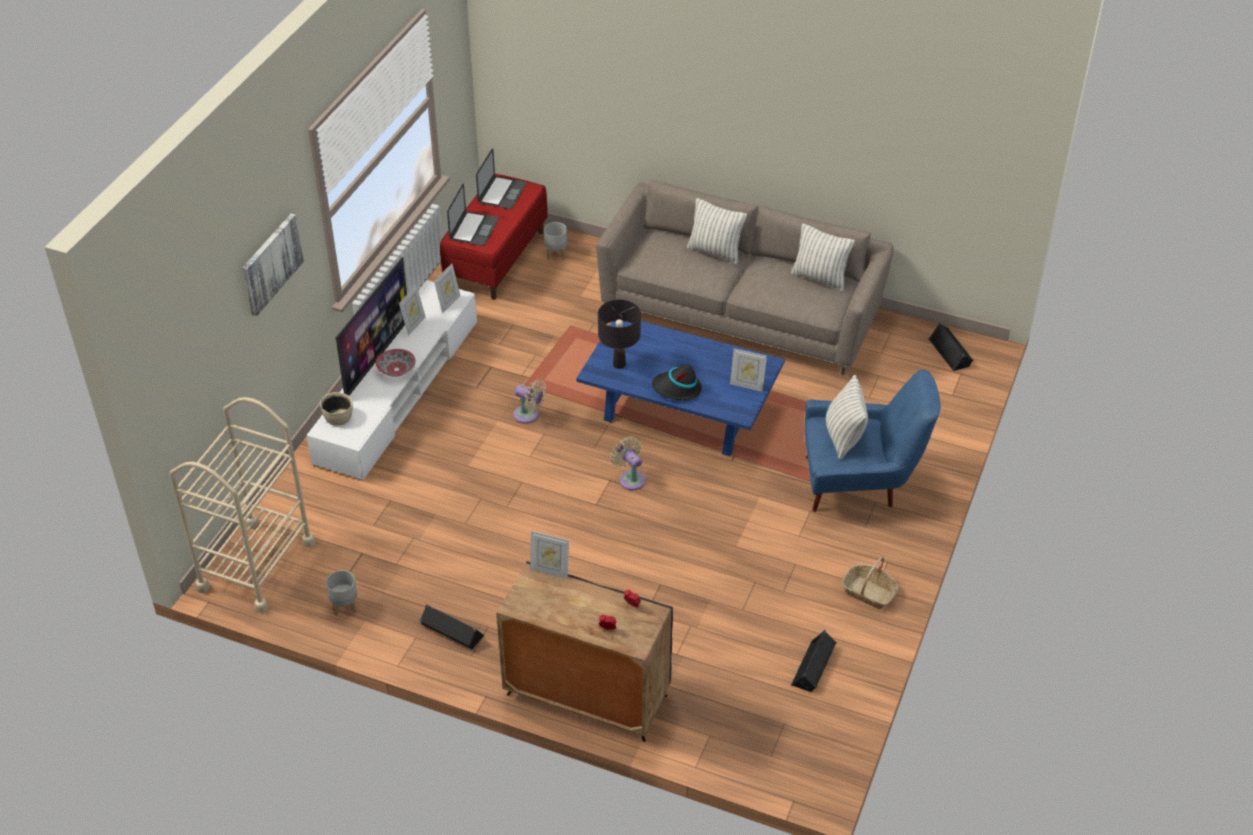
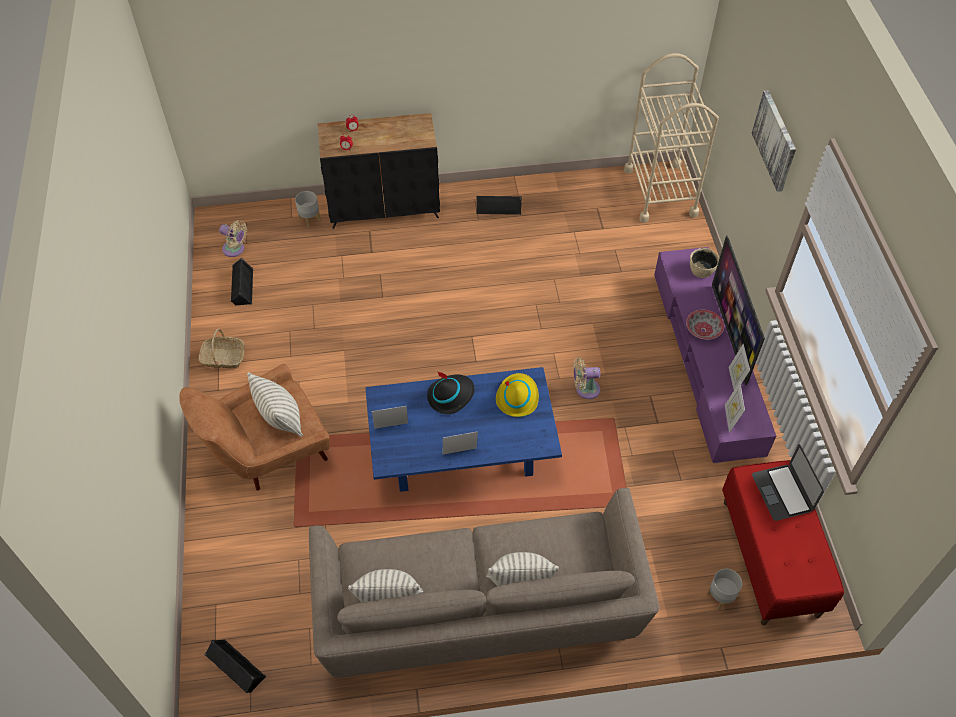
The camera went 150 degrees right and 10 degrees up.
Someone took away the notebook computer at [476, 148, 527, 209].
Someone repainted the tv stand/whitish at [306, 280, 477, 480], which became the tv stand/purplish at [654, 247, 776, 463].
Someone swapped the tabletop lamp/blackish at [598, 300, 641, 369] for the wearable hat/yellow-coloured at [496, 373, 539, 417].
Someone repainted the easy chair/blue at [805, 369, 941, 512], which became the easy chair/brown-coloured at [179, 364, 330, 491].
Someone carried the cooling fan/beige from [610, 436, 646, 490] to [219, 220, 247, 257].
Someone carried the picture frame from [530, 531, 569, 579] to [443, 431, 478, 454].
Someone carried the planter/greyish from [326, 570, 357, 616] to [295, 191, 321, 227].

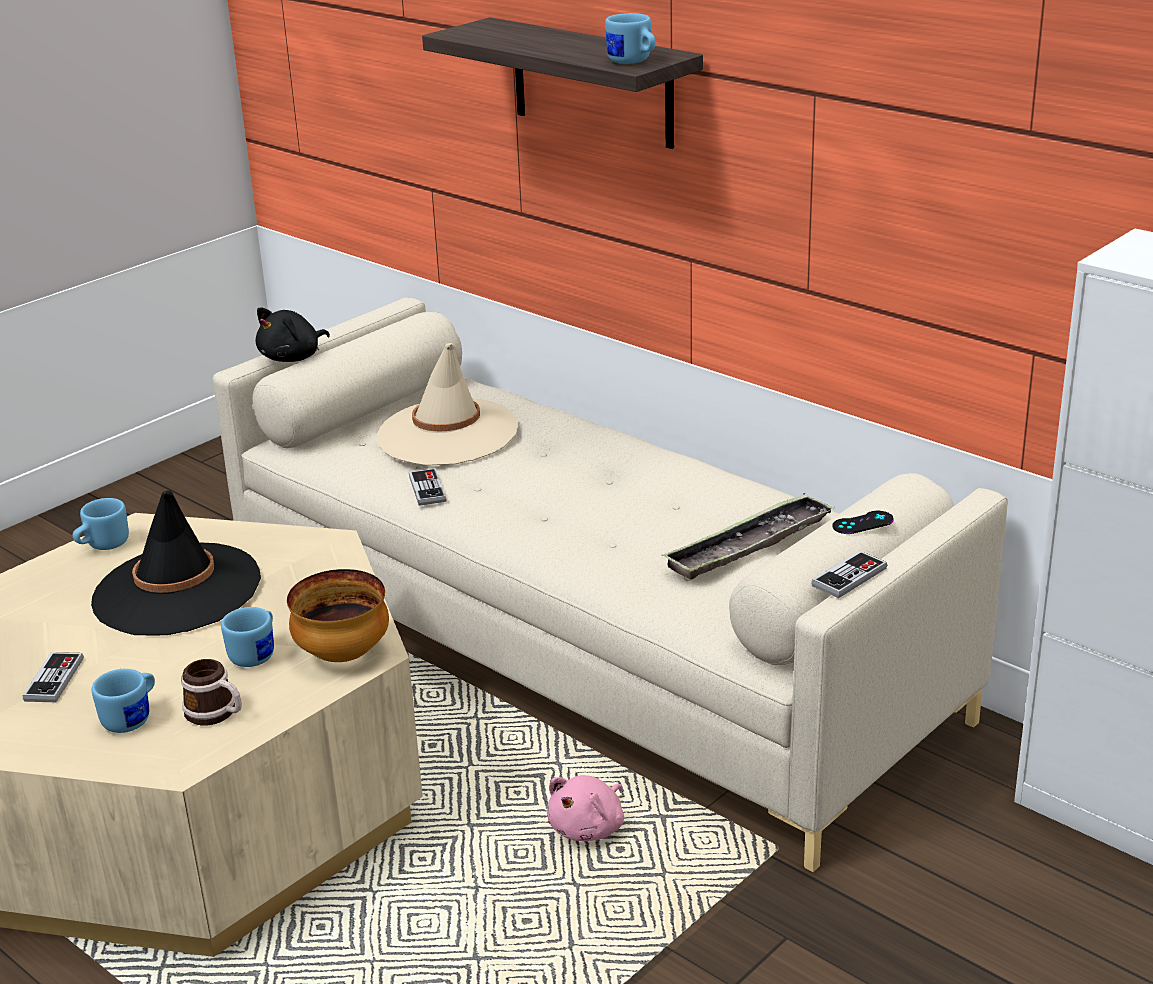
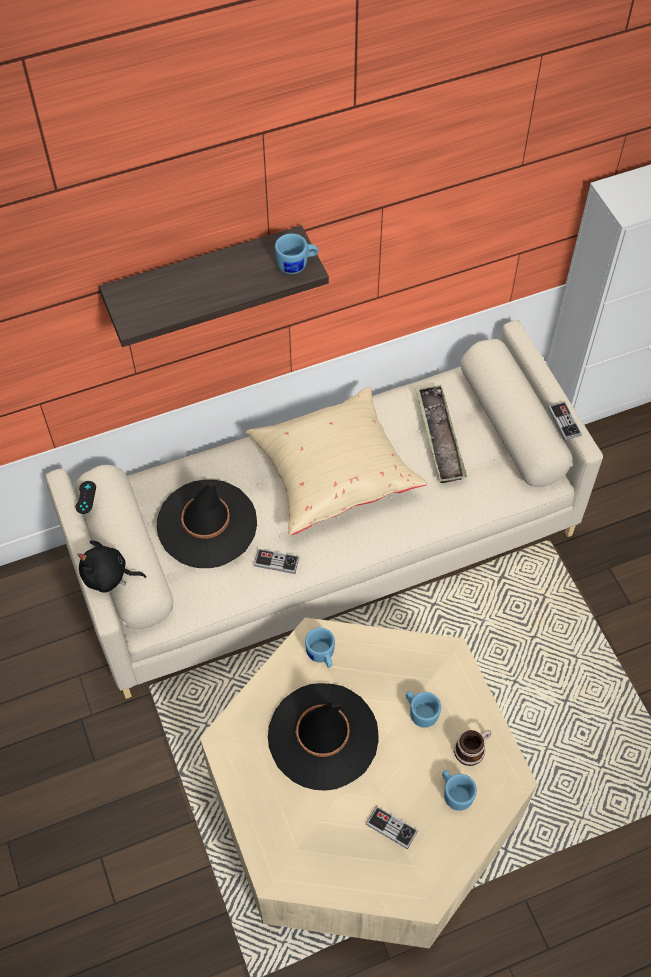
The camera went 65 degrees left and 30 degrees up.
Someone rotated the plush toy/blackish at [256, 307, 330, 362] by 120 degrees clockwise.
Someone repainted the wearable hat/beige at [377, 343, 518, 466], which became the wearable hat/blackish at [156, 480, 257, 568].
Someone carried the tea mug/blue from [73, 498, 129, 550] to [305, 627, 335, 668].
Someone carried the gamepad/blackish from [832, 511, 894, 534] to [76, 481, 96, 514].
Someone took away the deep dish at [287, 569, 389, 662].
Someone took away the plush toy/pink at [547, 775, 624, 841].
Someone put down the throw pillow/beige at [246, 387, 427, 535].

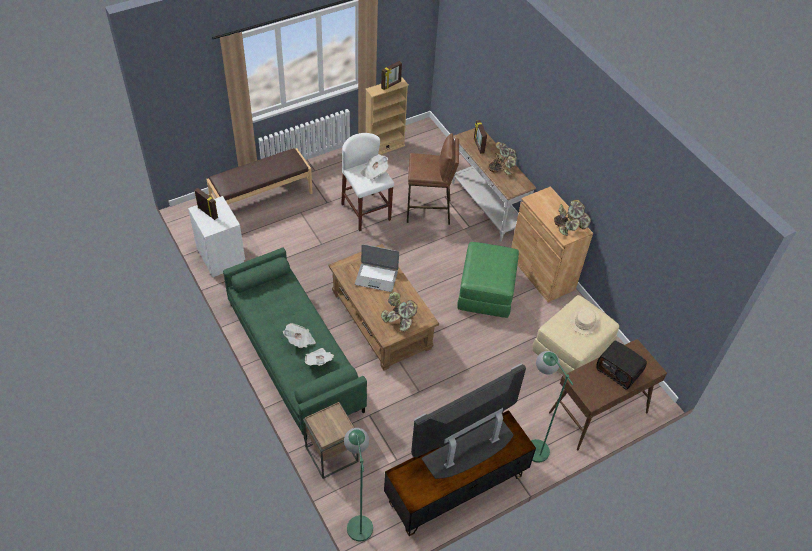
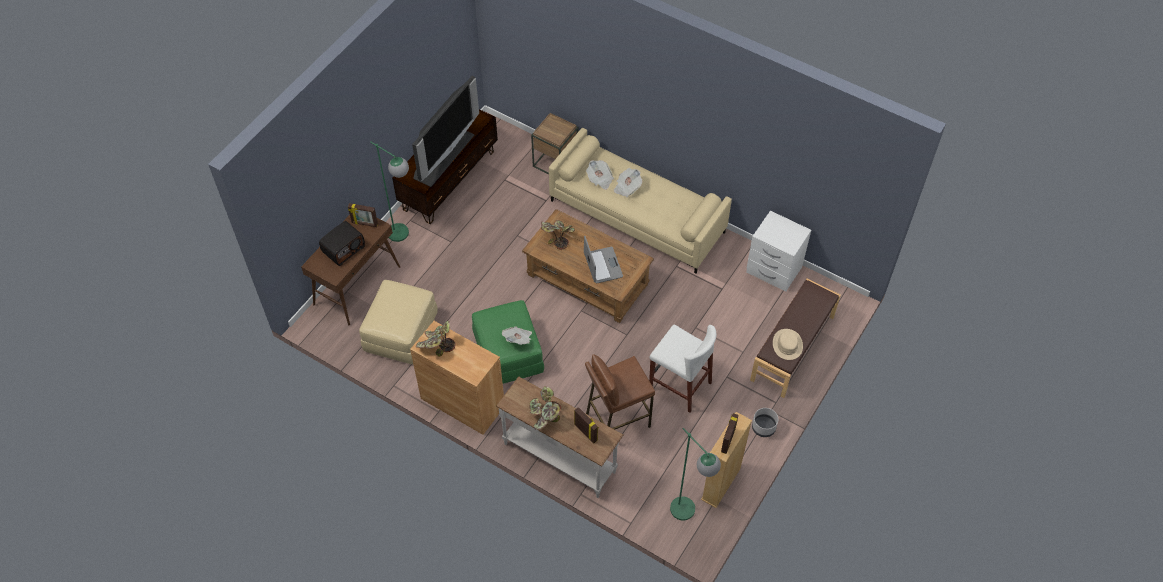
The camera went 155 degrees right and 5 degrees up.
Someone carried the printed paper from [361, 154, 388, 180] to [502, 326, 532, 345].
Someone carried the picture frame from [194, 188, 218, 220] to [348, 203, 378, 227].
Someone rotated the notebook computer at [355, 244, 399, 292] by 90 degrees clockwise.
Someone repainted the couch/greenish at [223, 247, 367, 440], which became the couch/beige at [549, 128, 732, 274].
Someone carried the wearable hat/beige from [570, 307, 601, 335] to [773, 329, 803, 360].
Someone rotated the radio receiver at [596, 341, 647, 390] by 120 degrees clockwise.
Someone carried the floor lamp/greenish from [344, 428, 373, 541] to [670, 428, 721, 520].
Someone put down the planter/greyish at [752, 408, 778, 437].

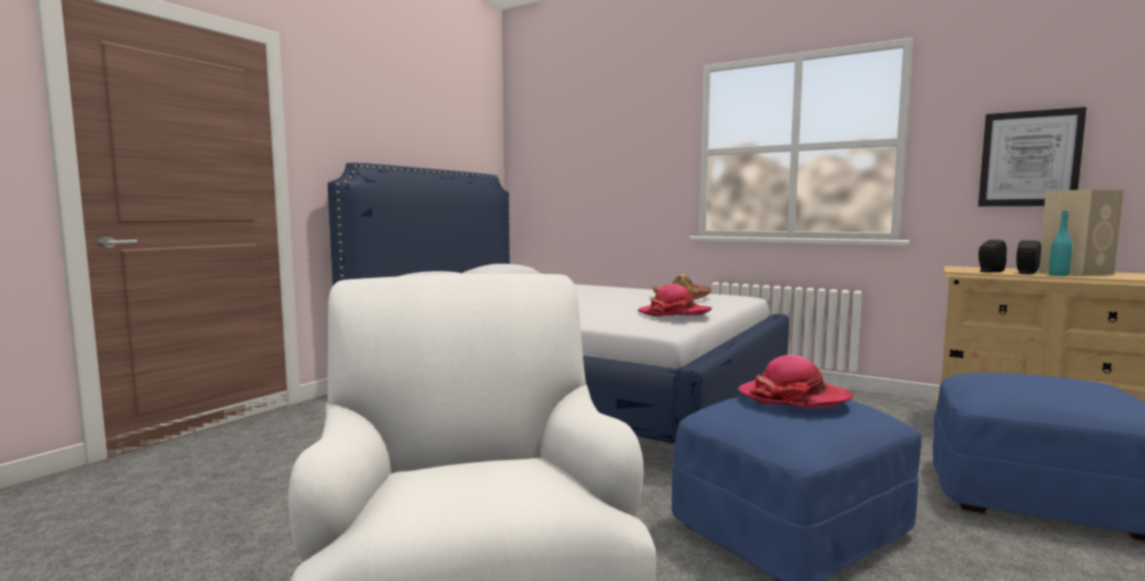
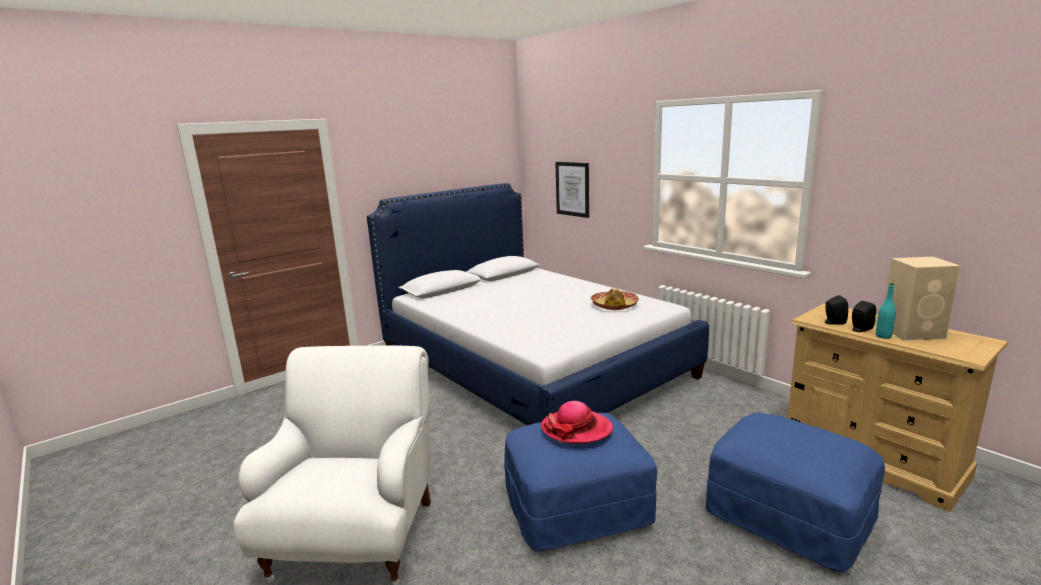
The camera went 20 degrees right and 10 degrees up.
Someone carried the wall picture from [978, 107, 1087, 206] to [555, 162, 589, 218].
Someone took away the wearable hat at [638, 284, 712, 317].

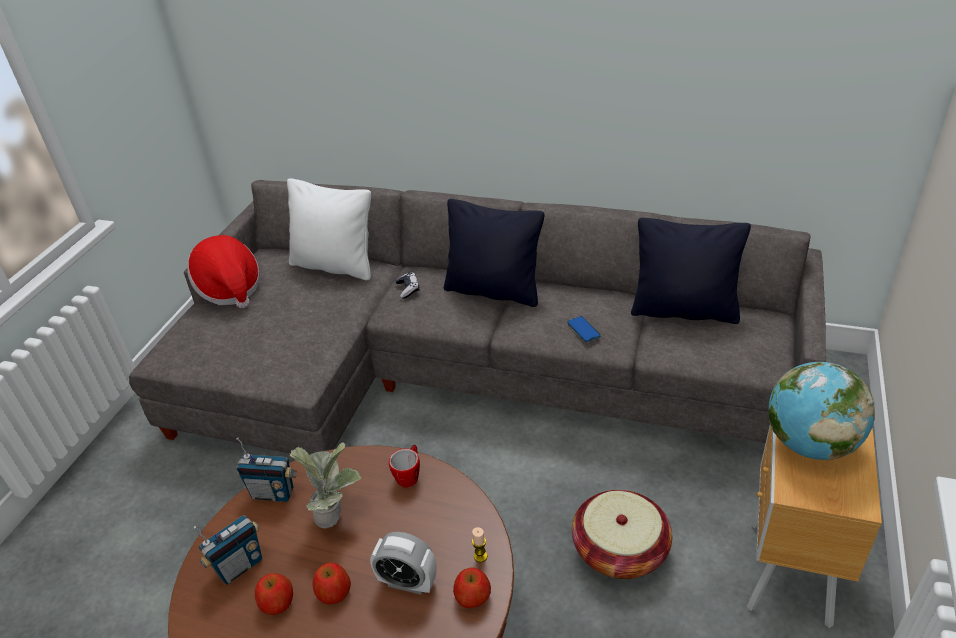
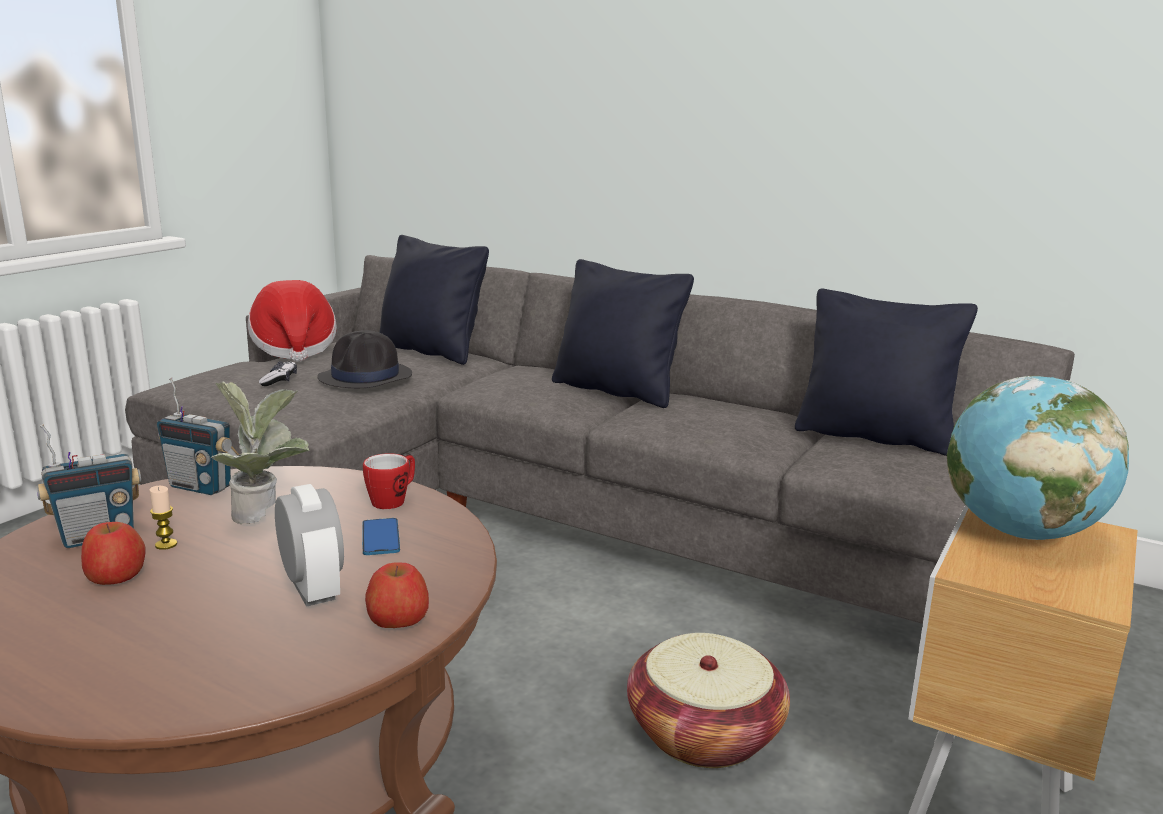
The camera went 10 degrees right and 20 degrees down.
Someone repainted the throw pillow/whitish at [287, 178, 371, 281], which became the throw pillow/blackish at [379, 235, 489, 365].
Someone carried the gamepad from [396, 272, 419, 299] to [259, 361, 297, 386].
Someone carried the phone from [567, 316, 601, 342] to [362, 518, 400, 555].
Someone carried the candle from [472, 527, 487, 562] to [150, 486, 177, 550].
Someone rotated the table clock at [370, 532, 437, 594] by 150 degrees counterclockwise.
Someone took away the apple at [313, 562, 351, 604].
Someone put down the wearable hat/blackish at [317, 330, 412, 388].

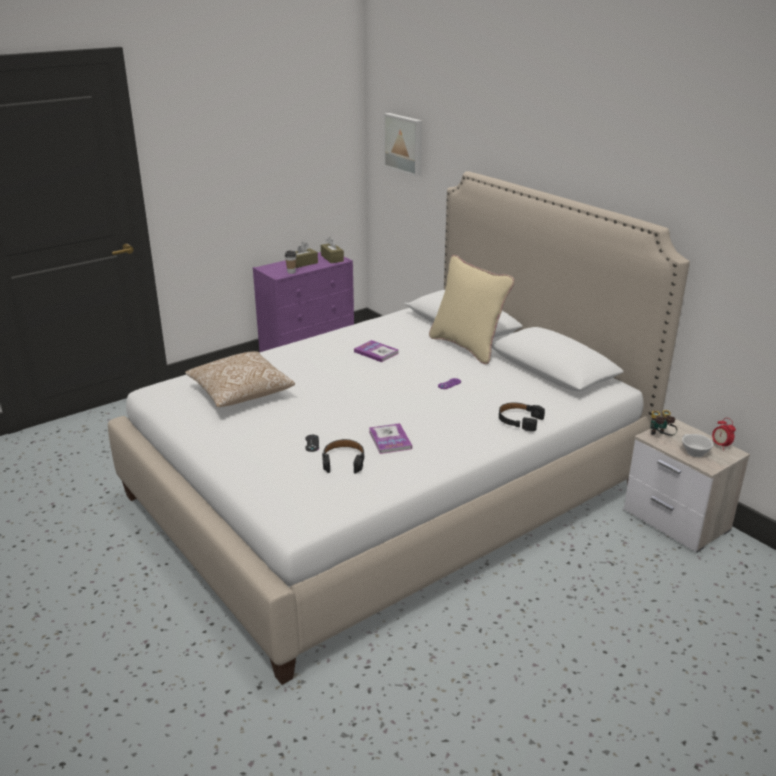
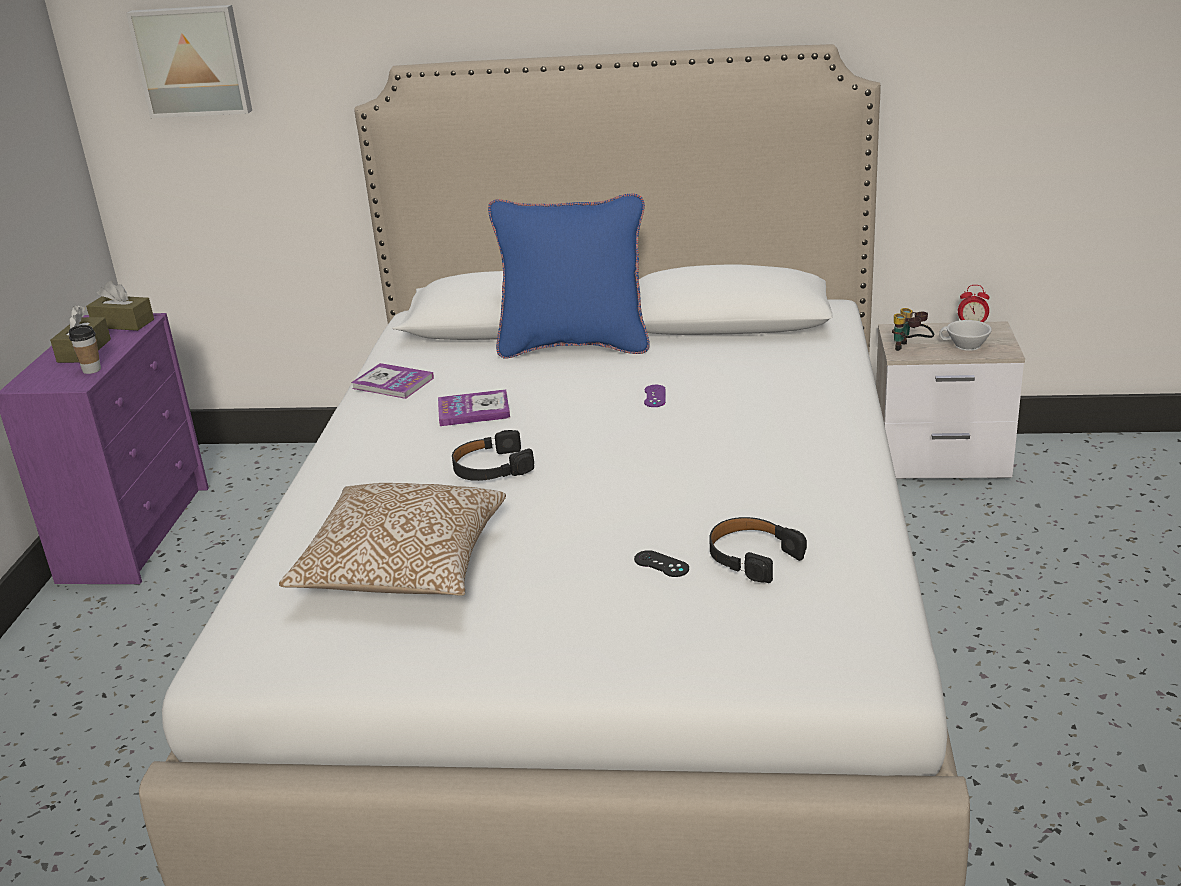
The camera went 45 degrees left and 0 degrees up.
Someone repainted the throw pillow/beige at [429, 255, 514, 364], which became the throw pillow/blue at [488, 193, 650, 359].
Someone carried the pair of headphones/blackish from [499, 403, 545, 431] to [452, 430, 534, 481].
Someone carried the book from [369, 423, 412, 454] to [351, 363, 434, 399].

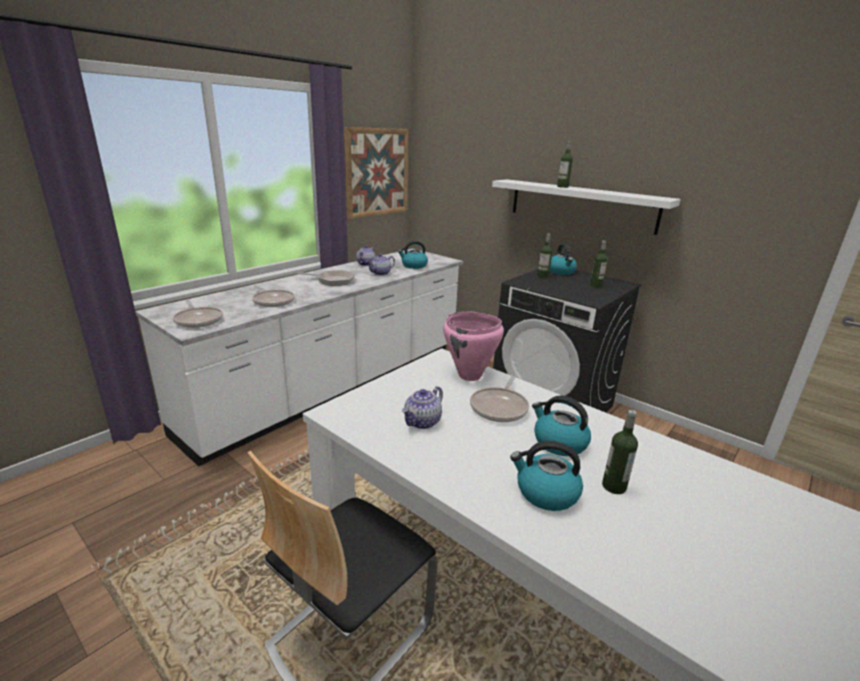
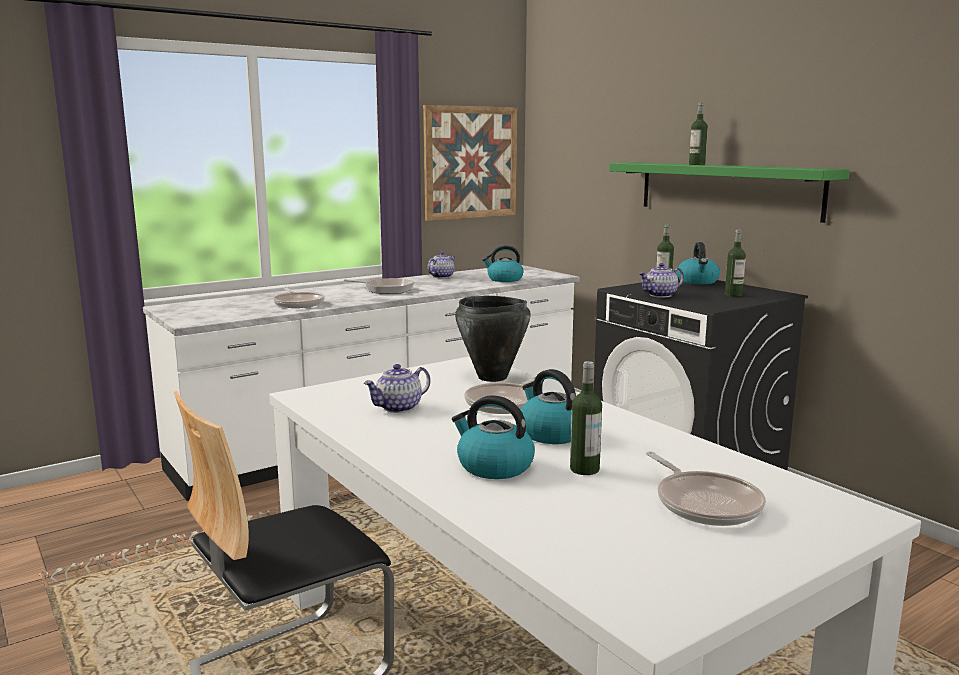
The camera went 15 degrees right and 10 degrees down.
Someone repainted the shelf/whitish at [492, 179, 681, 235], which became the shelf/greenish at [609, 163, 850, 223].
Someone carried the pot for tea from [366, 254, 395, 275] to [638, 263, 684, 298].
Someone carried the pan from [173, 300, 223, 328] to [646, 451, 766, 526].
Someone repainted the saucepot/pink at [443, 311, 504, 381], which became the saucepot/blackish at [455, 296, 531, 382].

